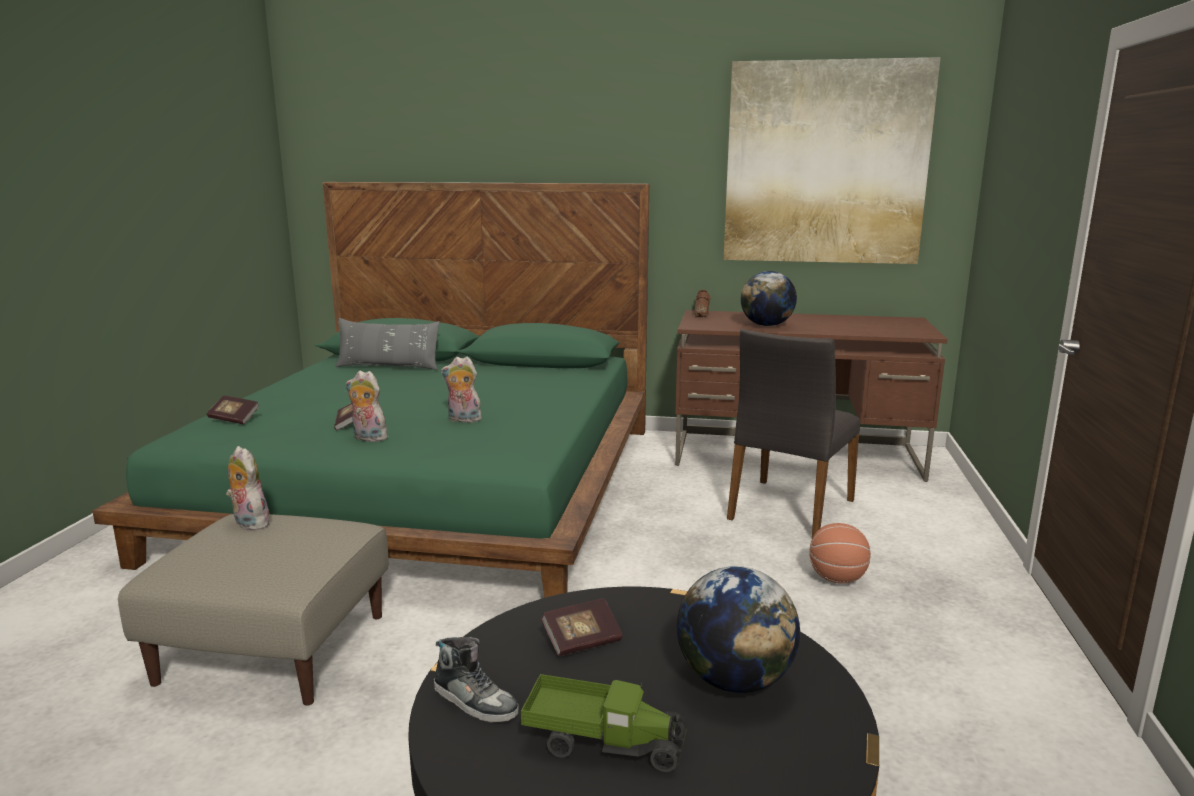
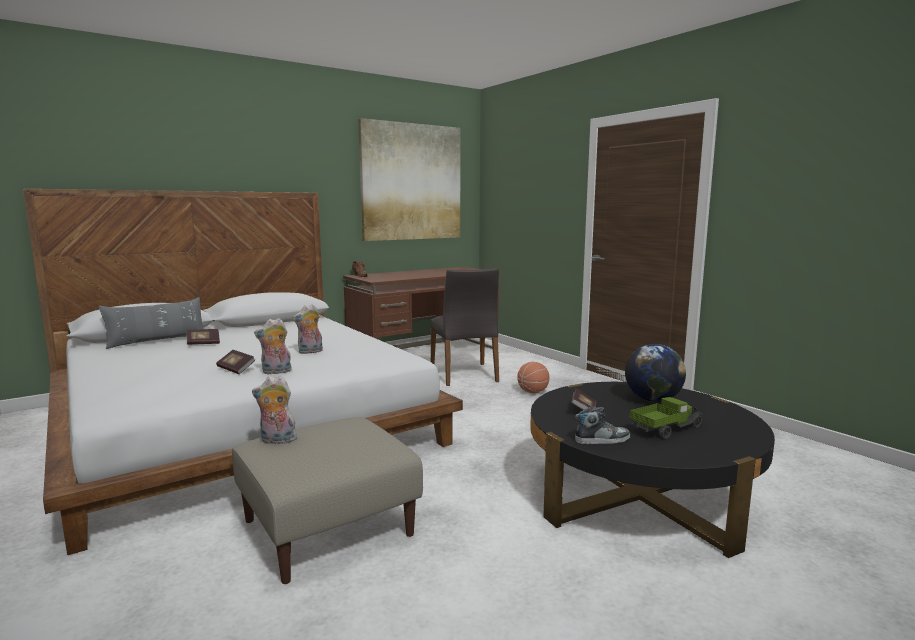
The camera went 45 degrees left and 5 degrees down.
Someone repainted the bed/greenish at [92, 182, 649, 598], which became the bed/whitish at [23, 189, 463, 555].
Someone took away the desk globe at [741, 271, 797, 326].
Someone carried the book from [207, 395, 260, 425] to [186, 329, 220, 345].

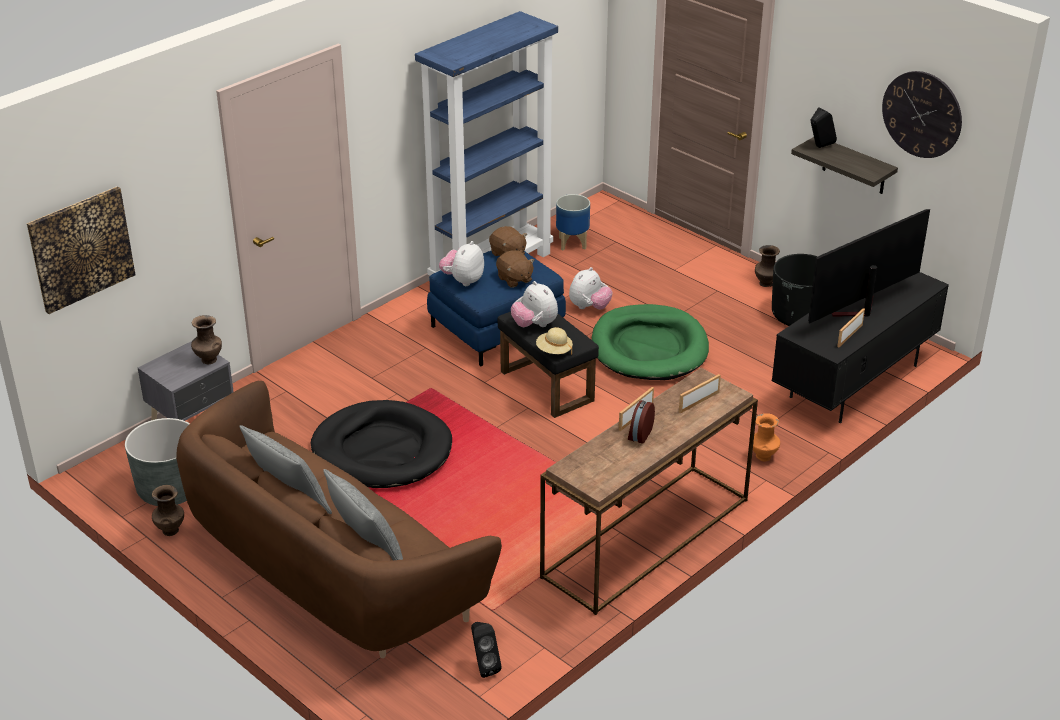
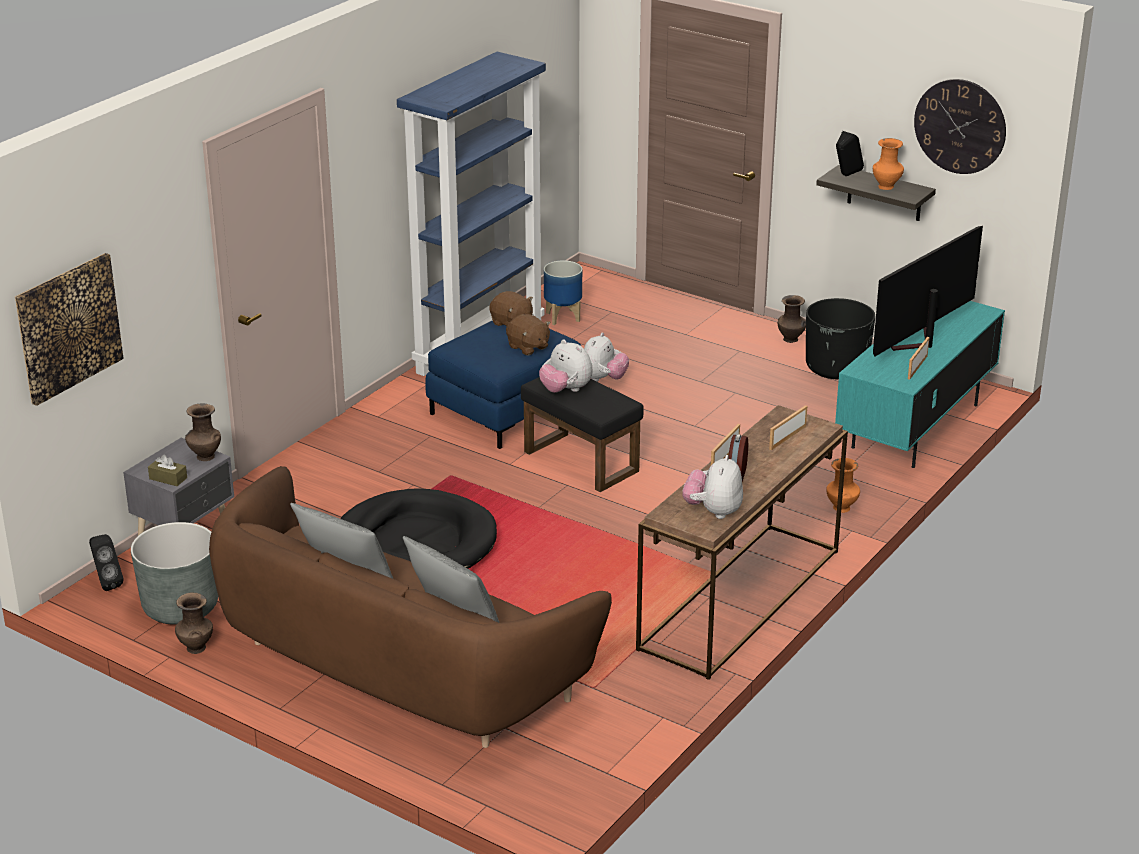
The camera went 10 degrees left and 5 degrees down.
Someone carried the plush toy from [439, 241, 484, 286] to [682, 455, 743, 519].
Someone repainted the tv stand/blackish at [772, 272, 949, 423], which became the tv stand/turquoise-coloured at [835, 301, 1005, 468].
Someone took away the dog cushion/greenish at [592, 304, 709, 380].
Someone took away the wearable hat/beige at [536, 327, 573, 355].
Someone carried the loudspeaker/blackish from [471, 622, 502, 678] to [89, 534, 124, 591].
Someone put down the decorative vase/orange-coloured at [873, 138, 904, 190].
Someone put down the box of tissues/brown-coloured at [148, 454, 187, 486].

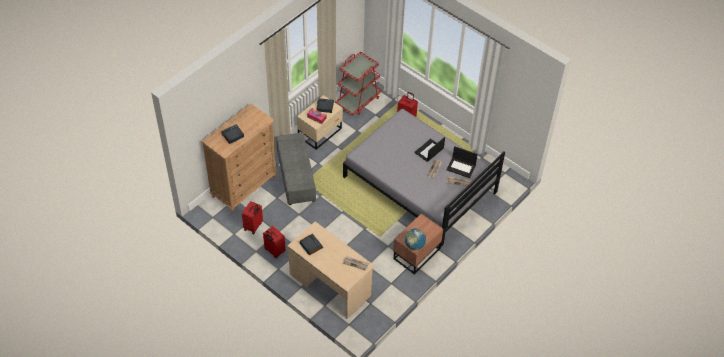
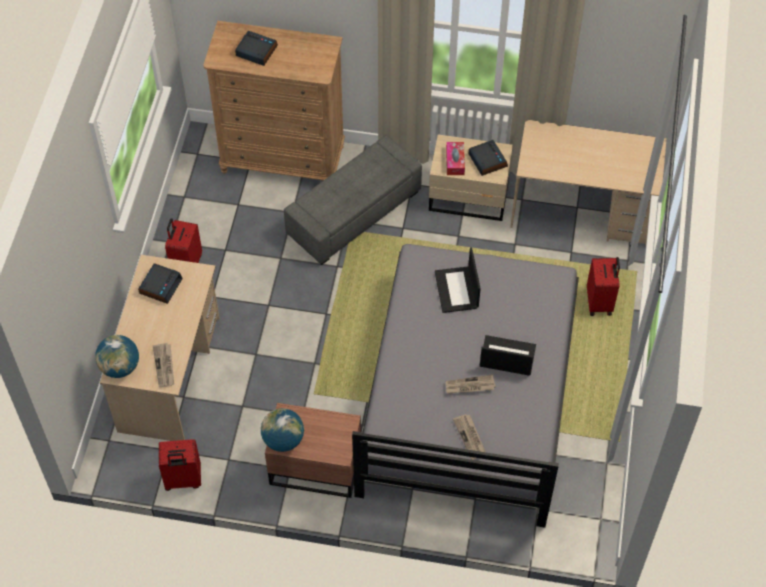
The camera went 60 degrees right and 5 degrees up.
Someone swapped the trolley/red-coloured at [335, 52, 382, 116] for the desk table/beige at [510, 120, 667, 247].
Someone carried the notebook computer from [446, 146, 478, 178] to [435, 247, 481, 313].
Someone carried the travel case/red-coloured from [242, 201, 263, 234] to [159, 439, 201, 491].
Someone put down the desk globe at [95, 335, 139, 378].

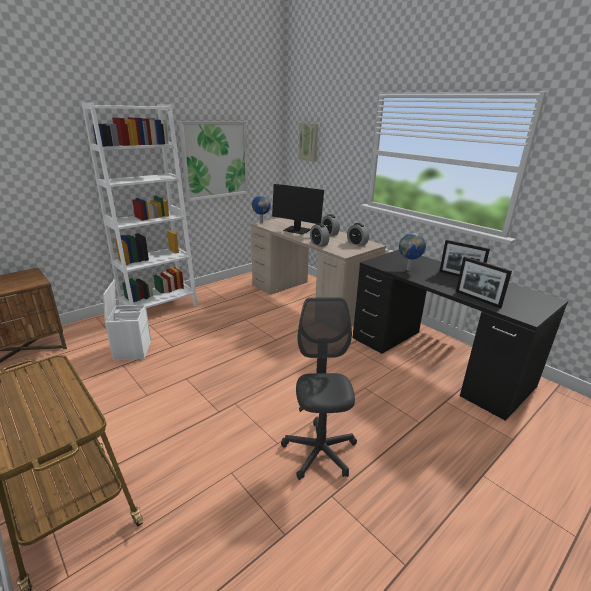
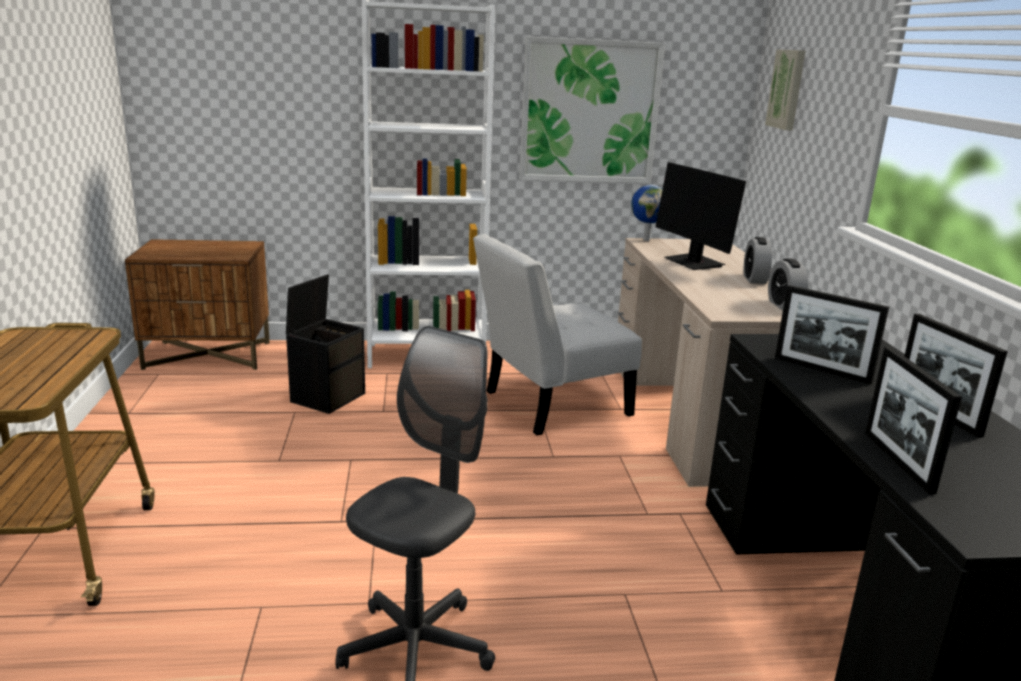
The camera went 35 degrees right and 5 degrees down.
Someone took away the table clock at [310, 223, 329, 247].
Someone swapped the desk globe at [399, 233, 426, 271] for the picture frame at [775, 285, 889, 385].
Someone repainted the storage container/whitish at [103, 279, 151, 361], which became the storage container/blackish at [286, 274, 365, 414].
Someone put down the upright chair/whitish at [473, 234, 642, 436].

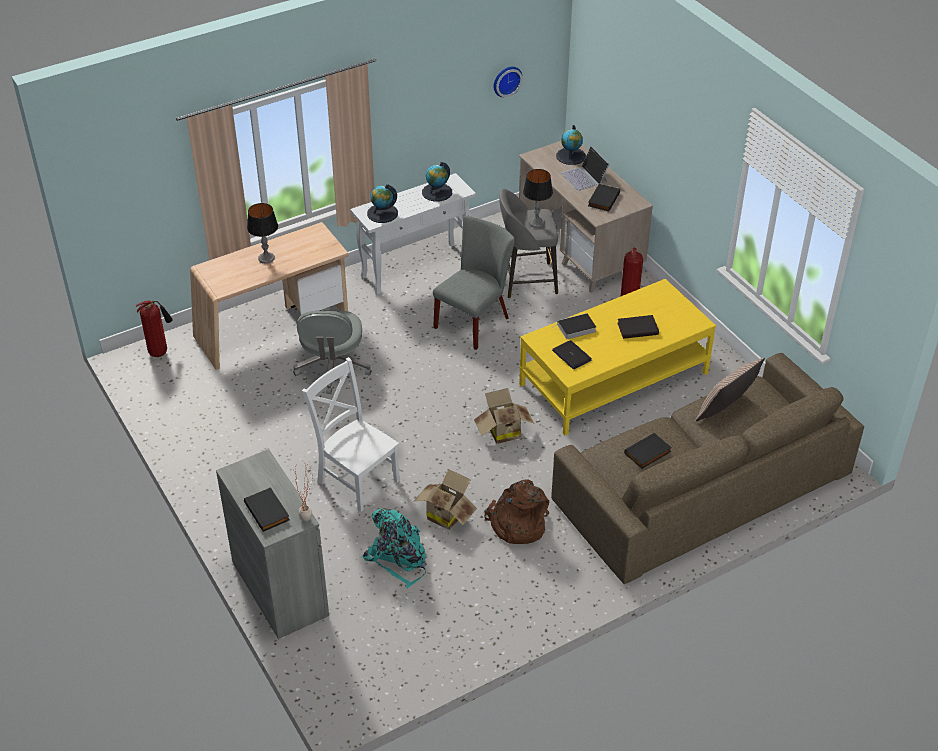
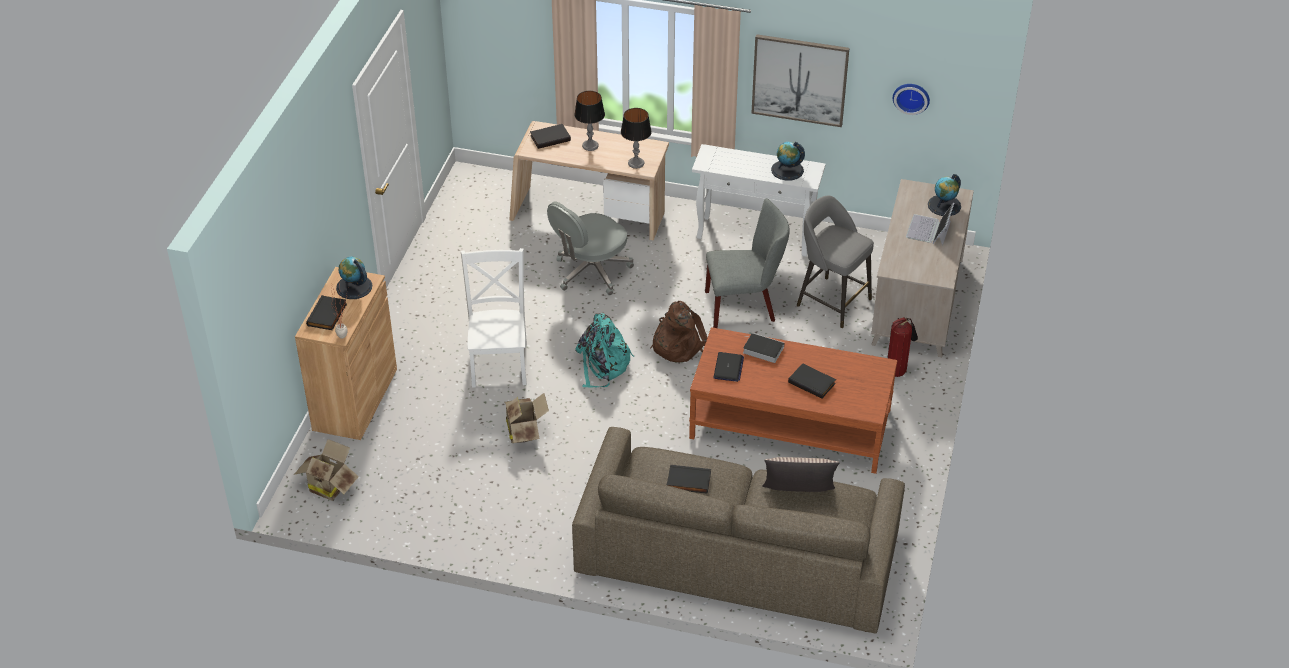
The camera went 45 degrees right and 0 degrees up.
Someone carried the tabletop lamp from [523, 169, 553, 228] to [621, 108, 652, 169].
Someone carried the desk globe from [367, 184, 398, 223] to [336, 257, 372, 299].
Someone carried the book/blackish from [588, 184, 620, 211] to [530, 124, 571, 149].
Someone repainted the low table/yellow-coloured at [519, 279, 716, 435], which became the low table/brown-coloured at [689, 327, 898, 474].
Someone took away the fire extinguisher at [136, 300, 173, 357].
Someone carried the packing box from [474, 388, 534, 444] to [295, 439, 359, 501].
Someone repainted the cupboard/greyish at [216, 449, 329, 639], which became the cupboard/brown-coloured at [295, 267, 397, 440].
Someone carried the rucksack/brown-coloured from [484, 479, 549, 544] to [650, 301, 707, 362].
Someone carried the rucksack/turquoise-coloured from [363, 508, 426, 588] to [575, 313, 634, 387].
Someone put up the wall picture at [751, 34, 849, 127].

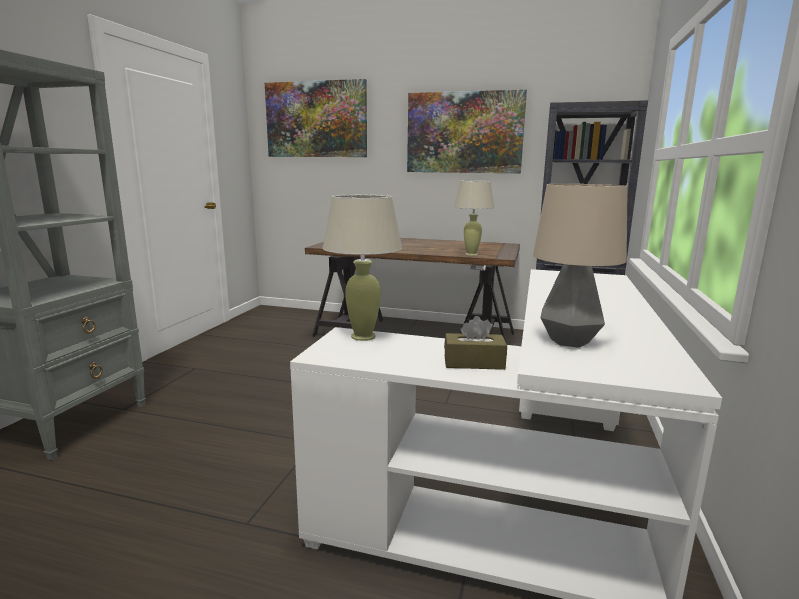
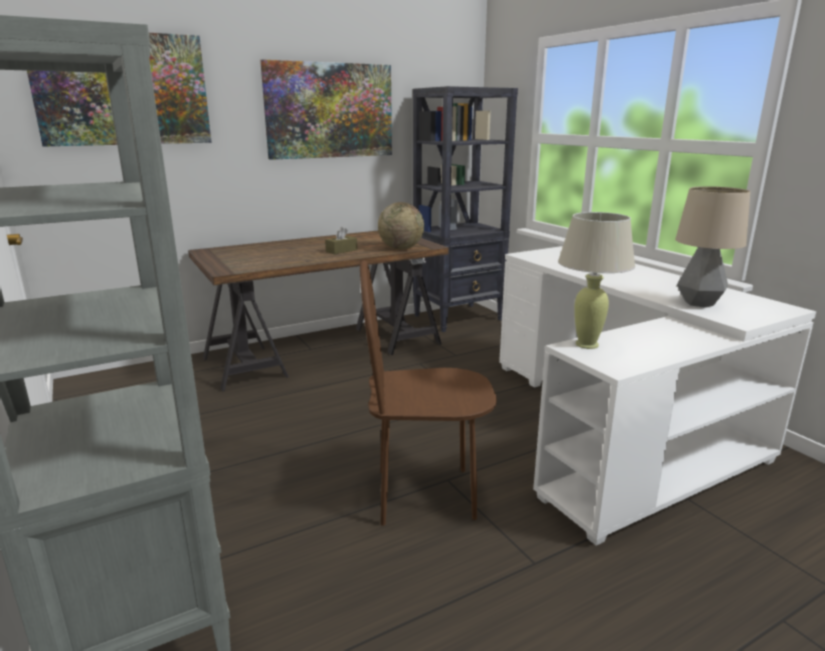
The camera went 45 degrees left and 5 degrees up.
Someone swapped the tabletop lamp/beige at [454, 180, 495, 256] for the desk globe at [378, 202, 424, 249].
Someone carried the box of tissues/brown-coloured from [444, 316, 507, 370] to [325, 227, 357, 254].
Someone put down the upright chair/brown-coloured at [360, 260, 497, 526].

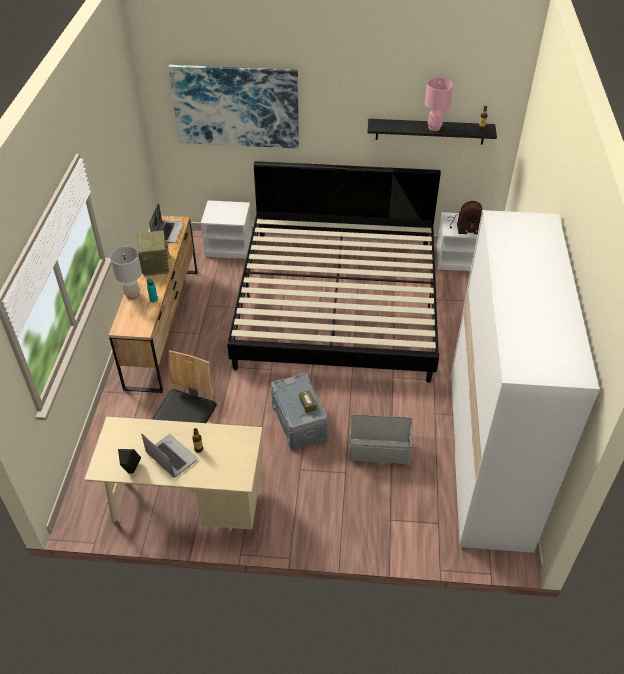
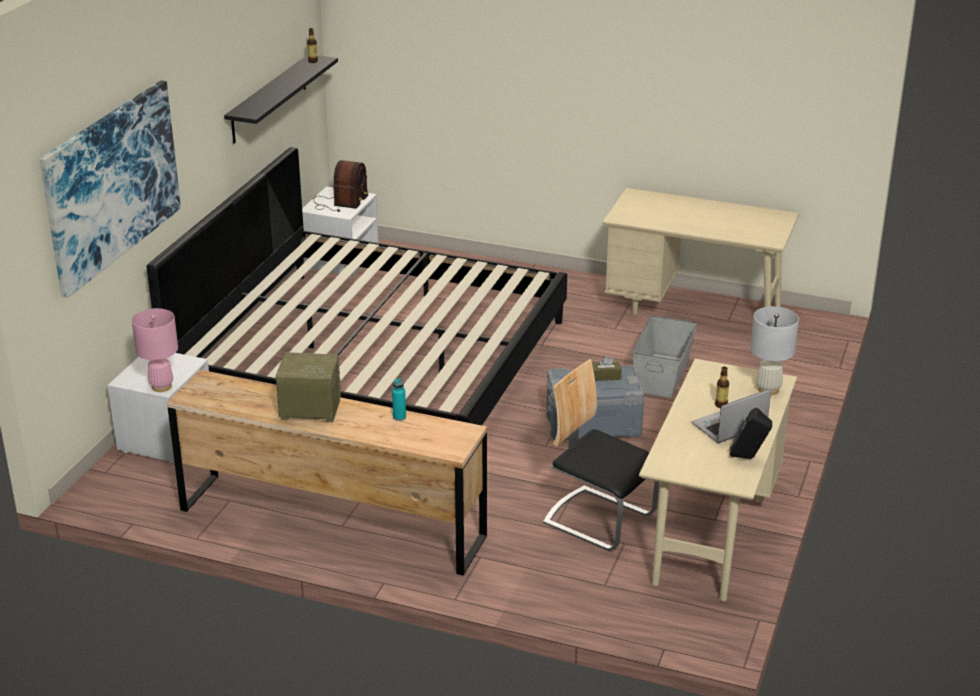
The camera went 75 degrees left and 15 degrees down.
Someone carried the tabletop lamp/pink from [425, 78, 453, 131] to [132, 308, 178, 392].
Someone took away the notebook computer at [149, 203, 184, 243].
Someone swapped the wardrobe/whitish at [450, 210, 599, 553] for the desk table/beige at [603, 188, 799, 315].
Someone carried the tabletop lamp/whitish from [110, 247, 142, 299] to [750, 306, 799, 395].

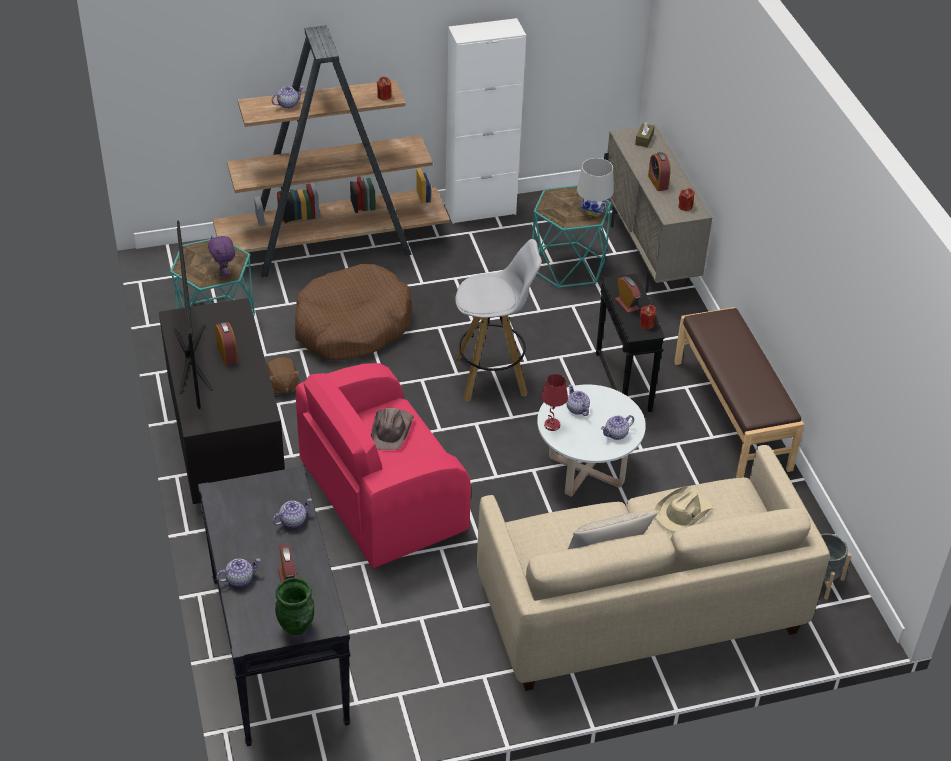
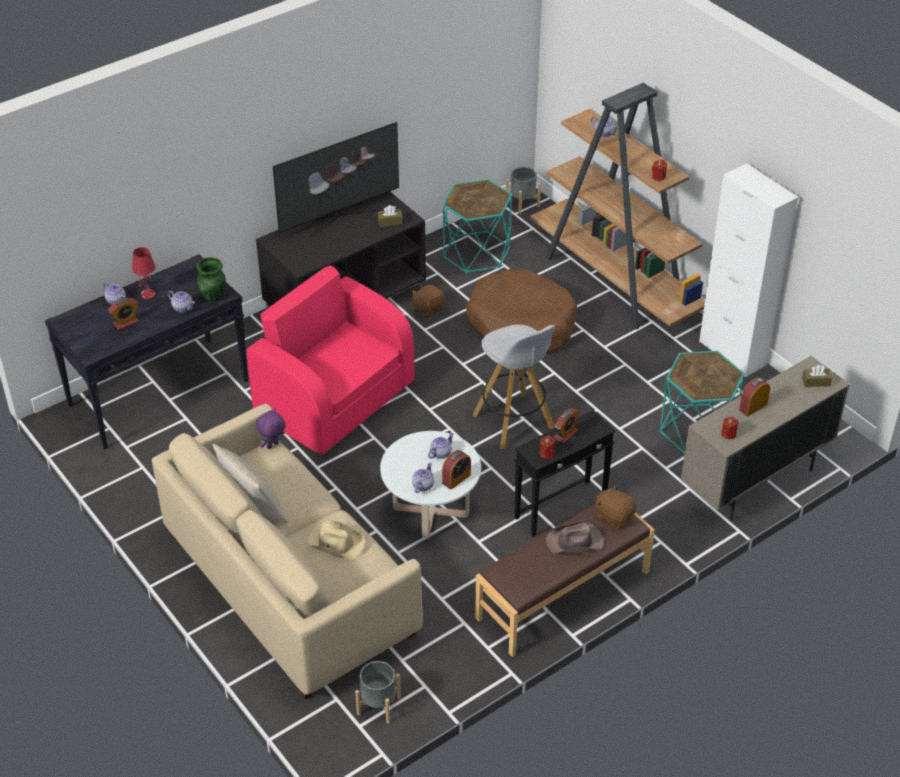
The camera went 70 degrees right and 0 degrees up.
Someone took away the tabletop lamp/whitish at [577, 158, 614, 217].
Someone carried the plush toy/purplish from [208, 235, 235, 277] to [256, 408, 286, 449].
Someone carried the table clock from [215, 322, 238, 366] to [442, 450, 471, 490].
Someone carried the tabletop lamp/red-coloured from [541, 374, 568, 431] to [132, 247, 155, 299].
Someone carried the wearable hat/brown-coloured from [371, 408, 414, 450] to [546, 522, 604, 554].
Someone rotated the pot for tea at [601, 415, 634, 440] by 75 degrees clockwise.
Someone carried the decorative vase/greenish from [275, 578, 314, 635] to [196, 257, 226, 302].
Someone put down the planter/greyish at [506, 167, 541, 214].
Someone put down the box of tissues/brown-coloured at [378, 205, 403, 227].
Someone put down the plush toy/brown-coloured at [595, 485, 636, 528].

